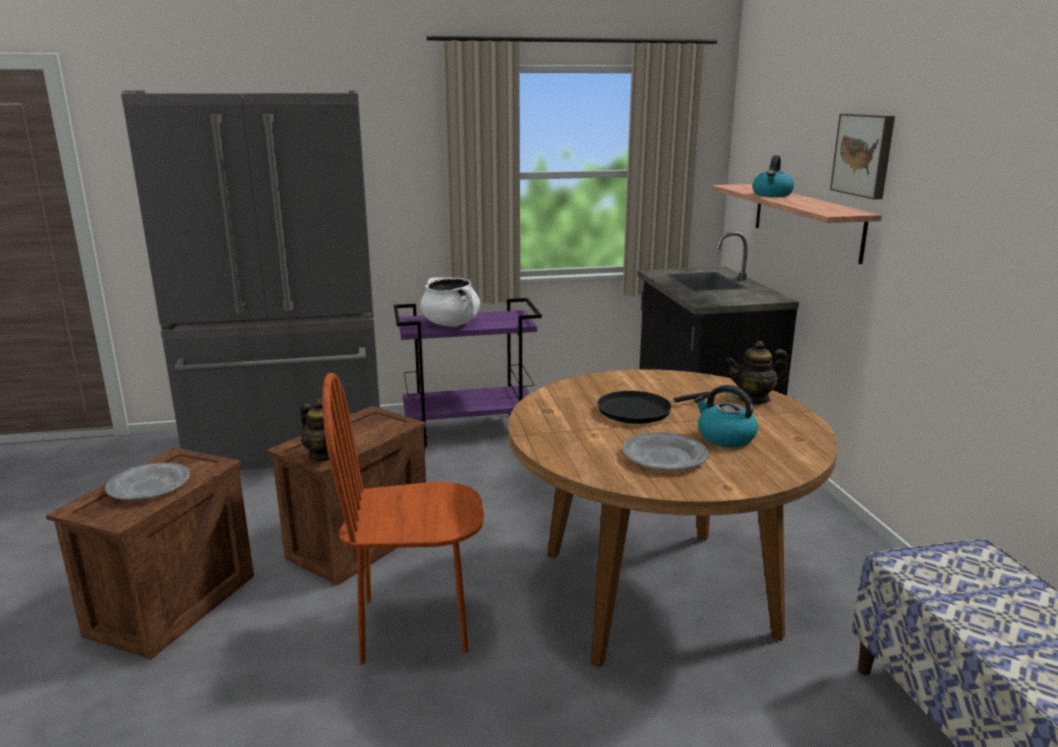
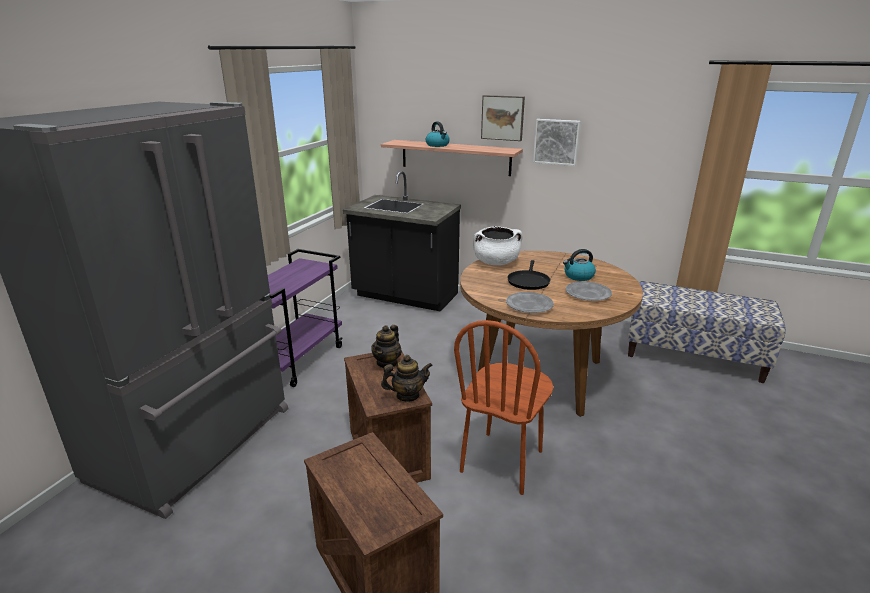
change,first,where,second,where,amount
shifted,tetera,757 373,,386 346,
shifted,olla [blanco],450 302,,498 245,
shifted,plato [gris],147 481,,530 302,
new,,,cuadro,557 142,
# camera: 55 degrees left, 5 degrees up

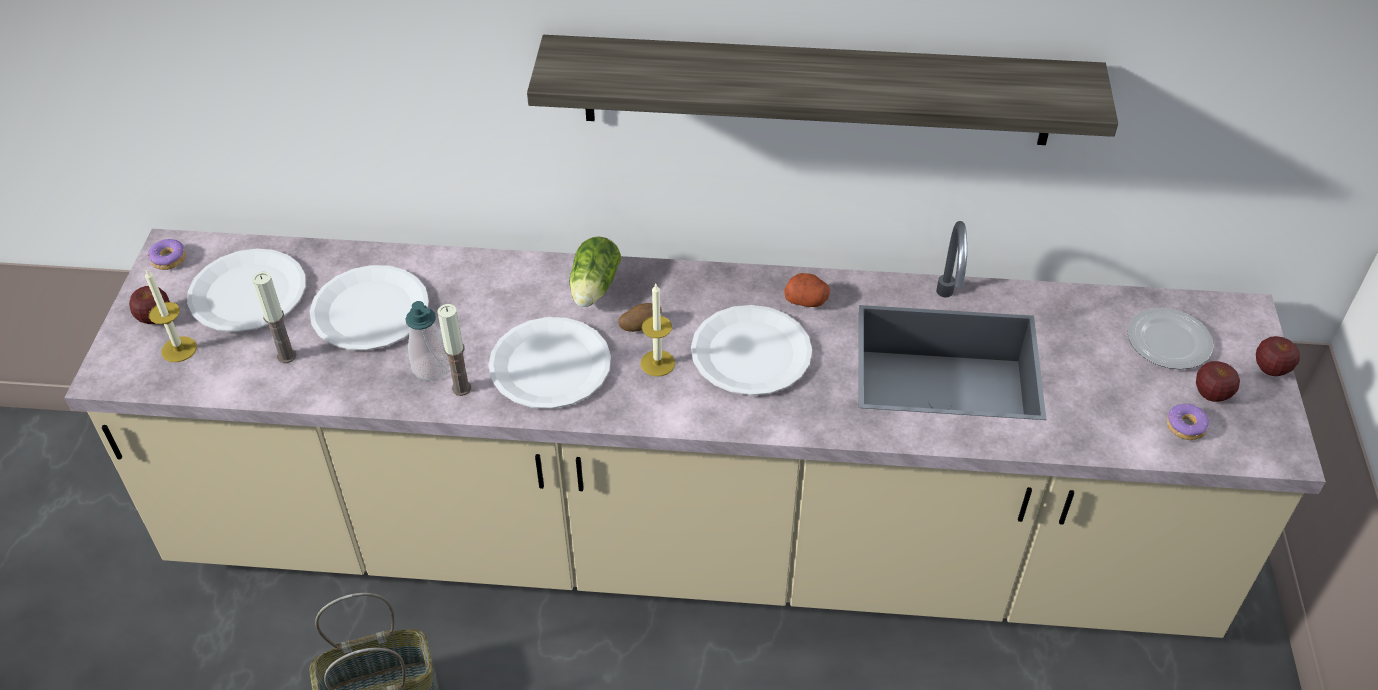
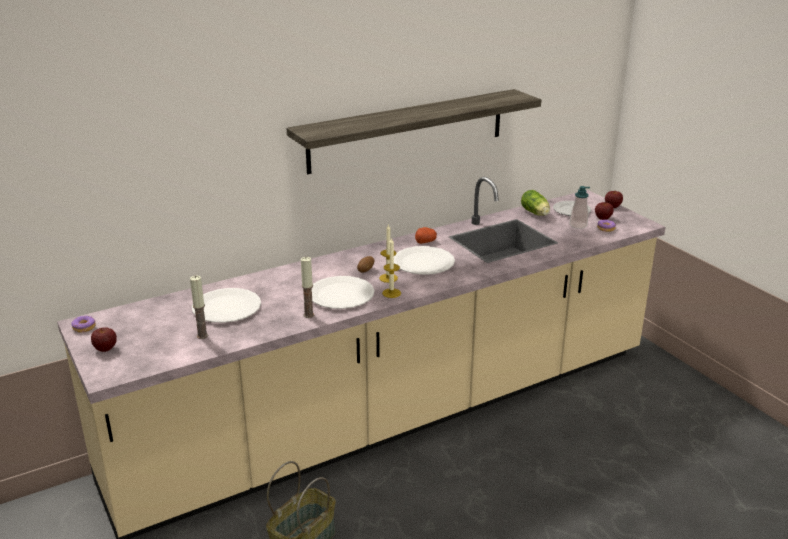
change,first,where,second,where,amount
shifted,vela,171 315,,391 268,
shifted,lechuga,595 271,,535 203,
shifted,dispensador de jabón,427 340,,580 207,
gone,plato [blanco],246 290,,,
# camera: 35 degrees left, 20 degrees down

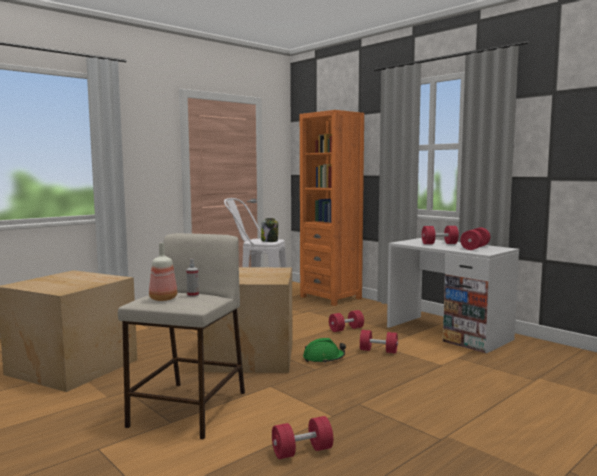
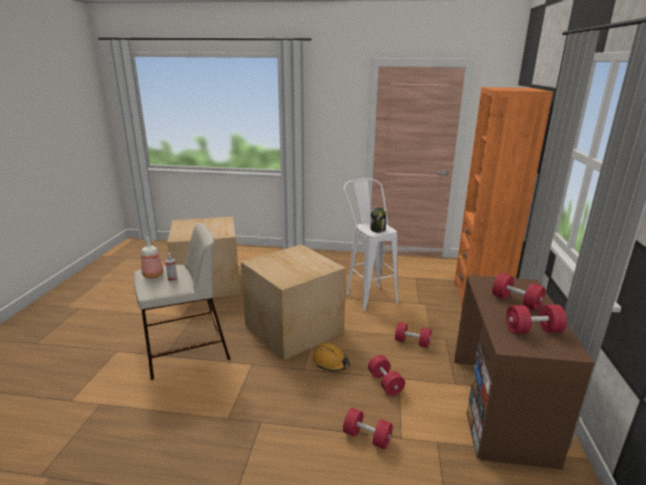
change,first,where,second,where,amount
repainted,casco [verde],324 351,casco [naranja],331 357,
shifted,mancuerna [rojo],302 437,,368 428,
repainted,escritorio [blanco],453 295,escritorio [marrón],524 372,
# camera: 50 degrees right, 15 degrees up

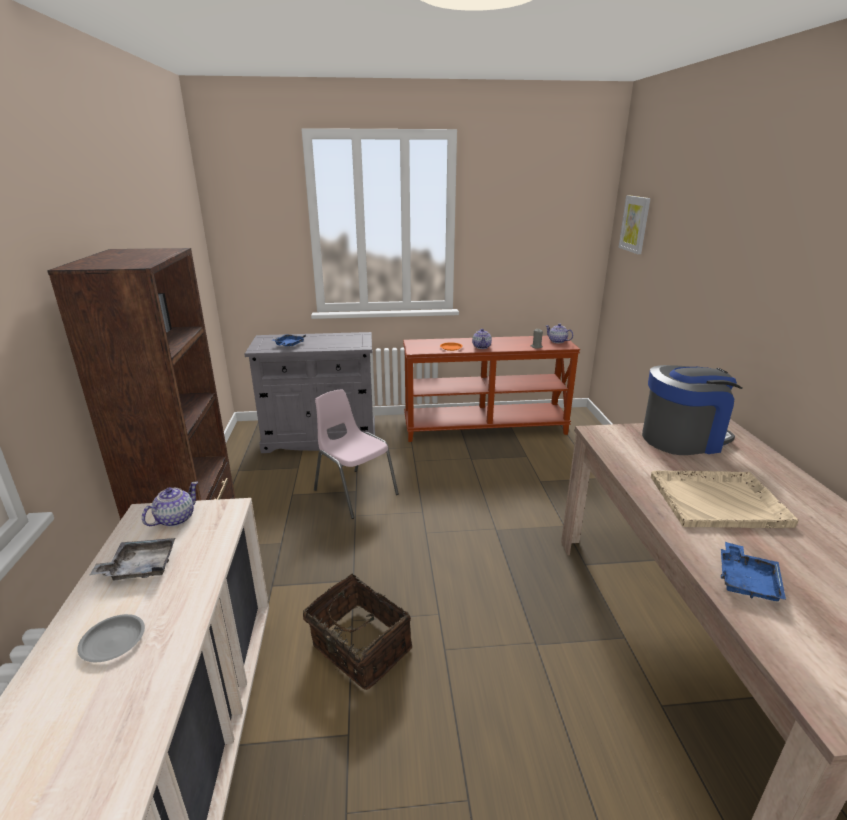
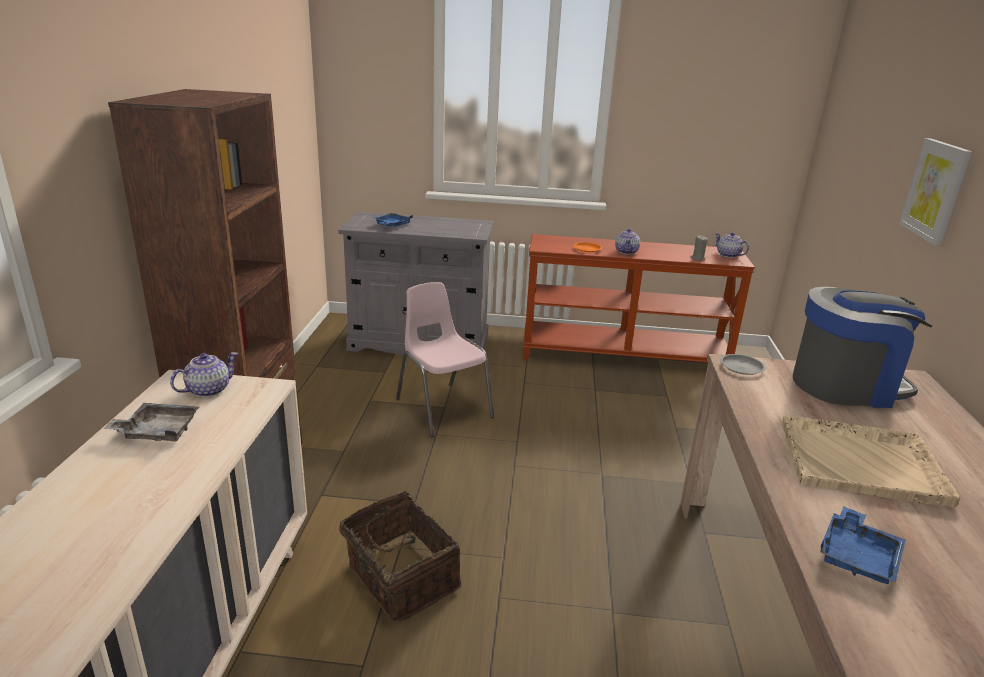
change,first,where,second,where,amount
shifted,plato [gris],111 638,,743 364,
shifted,cuadro,635 224,,935 192,
# camera: 10 degrees right, 0 degrees up

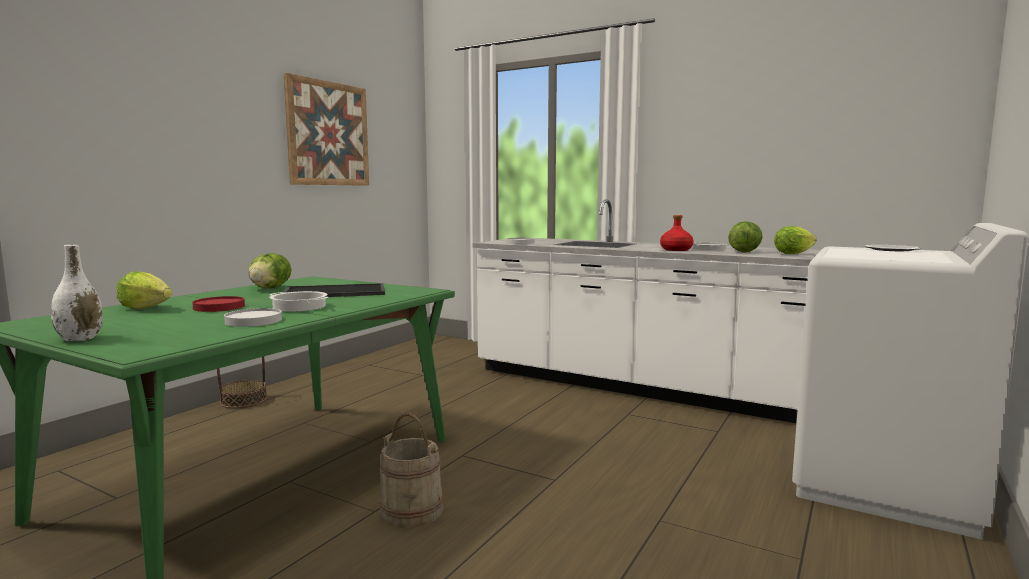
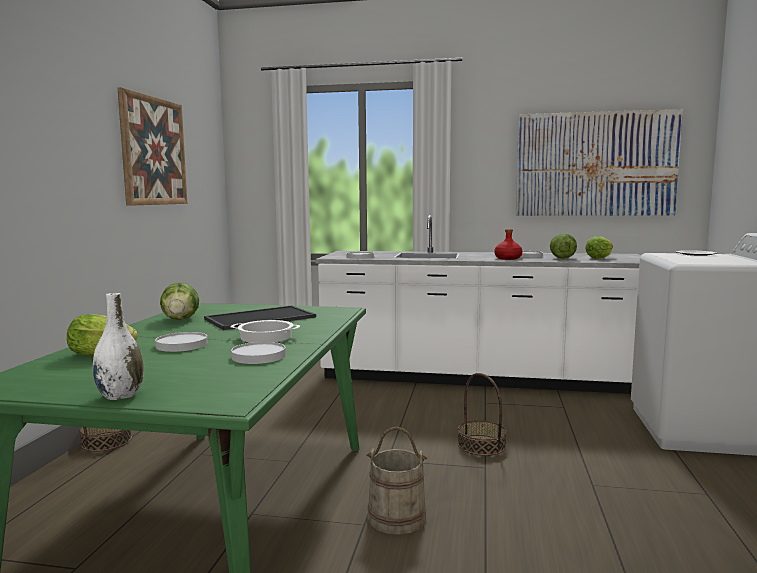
change,first,where,second,where,amount
repainted,plato [rojo],218 304,plato [blanco],181 342,
new,,,cesta,482 414,
new,,,cuadro,599 162,
# camera: 20 degrees left, 0 degrees up

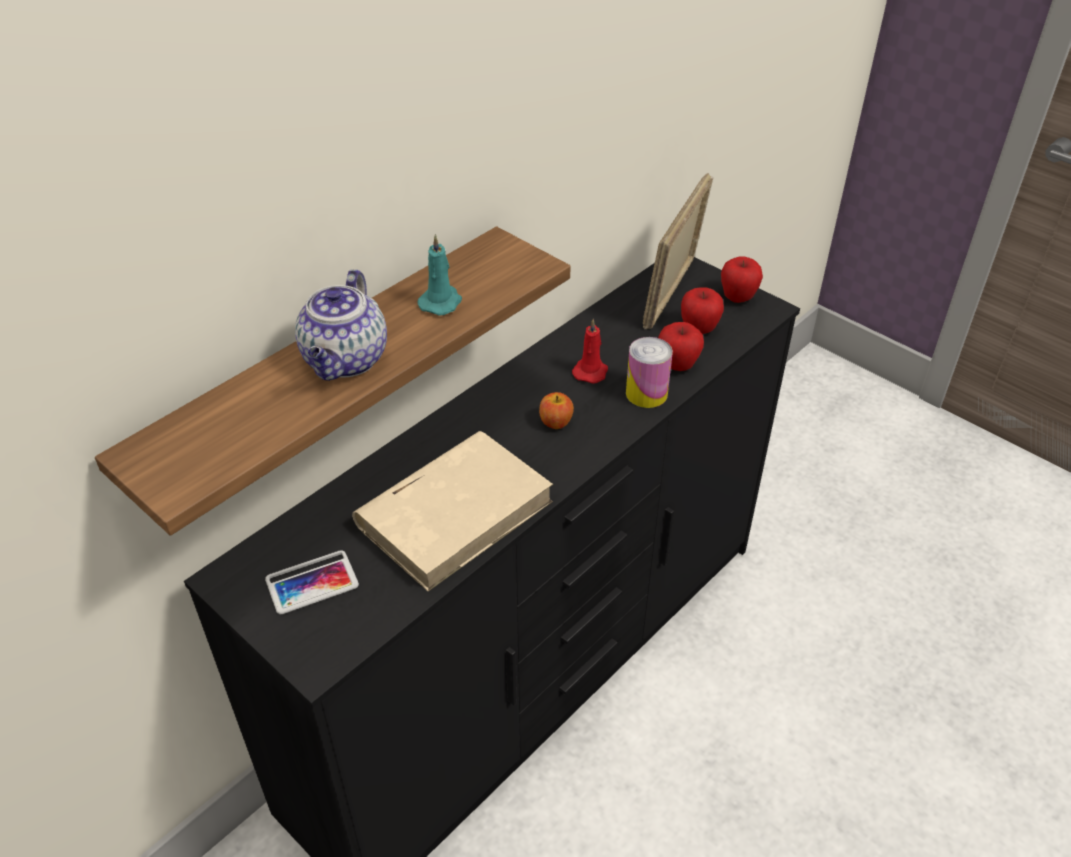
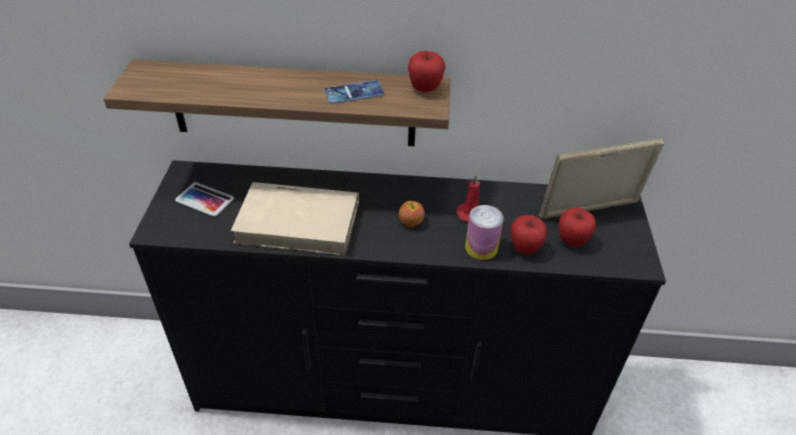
change,first,where,second,where,amount
swapped,vela [turquesa],440 274,móvil,355 92,
shifted,manzana,742 280,,426 71,
gone,tetera,341 325,,,
# camera: 50 degrees right, 0 degrees up

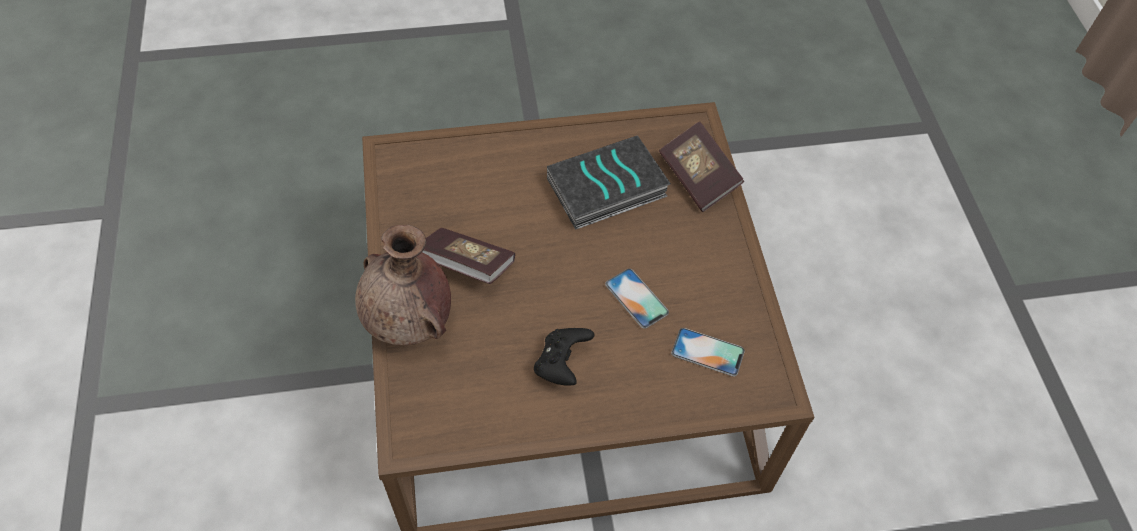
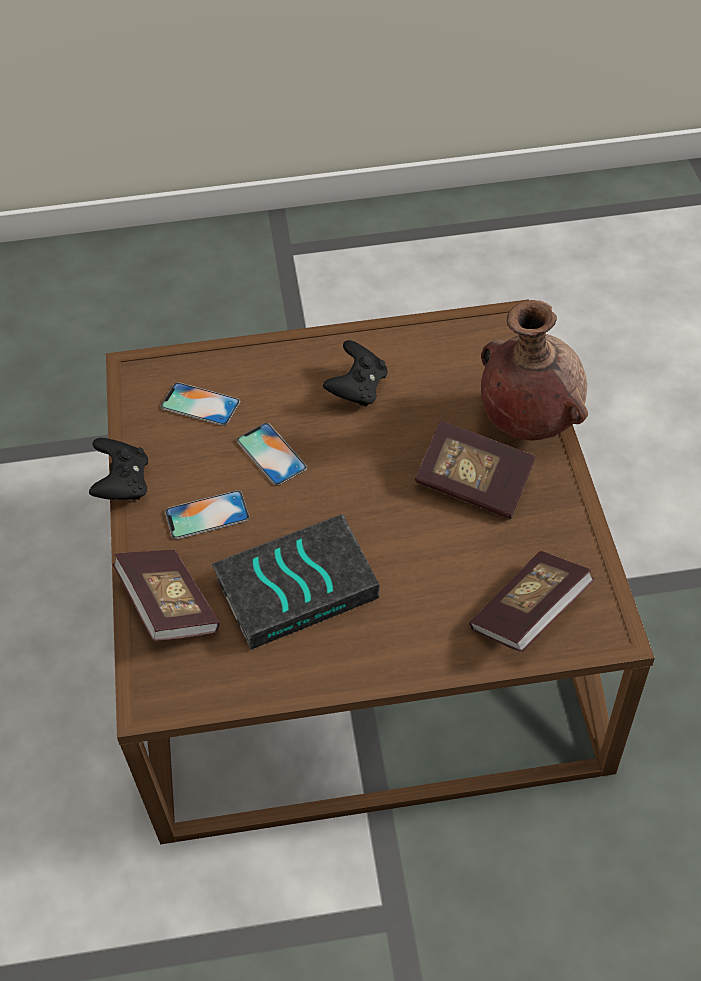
change,first,where,second,where,amount
new,,,mando de consola [negro],118 469,
new,,,móvil,207 514,
new,,,libro,531 601,
# camera: 175 degrees left, 5 degrees down

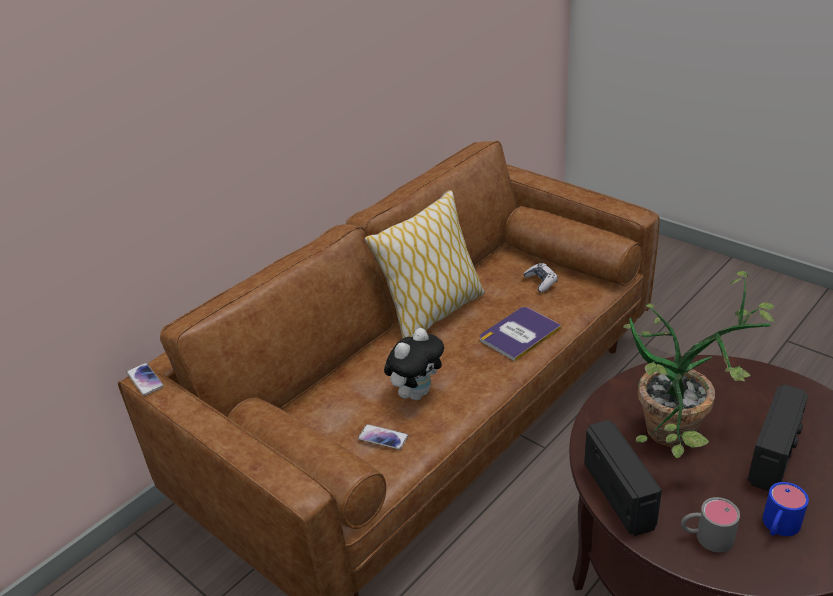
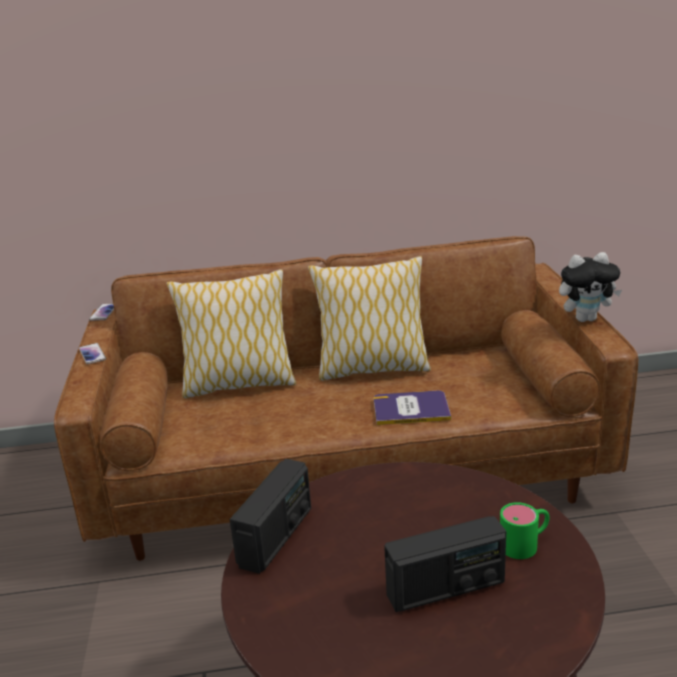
change,first,where,second,where,amount
shifted,móvil,383 437,,92 353,
new,,,cojín,231 333,
new,,,taza grande [verde],525 530,
shifted,peluche,414 364,,590 287,
gone,mando de consola,541 277,,,
gone,planta en maceta,699 364,,,
gone,taza grande [gris],710 524,,,
gone,taza grande [azul],786 509,,,
# camera: 40 degrees right, 10 degrees down

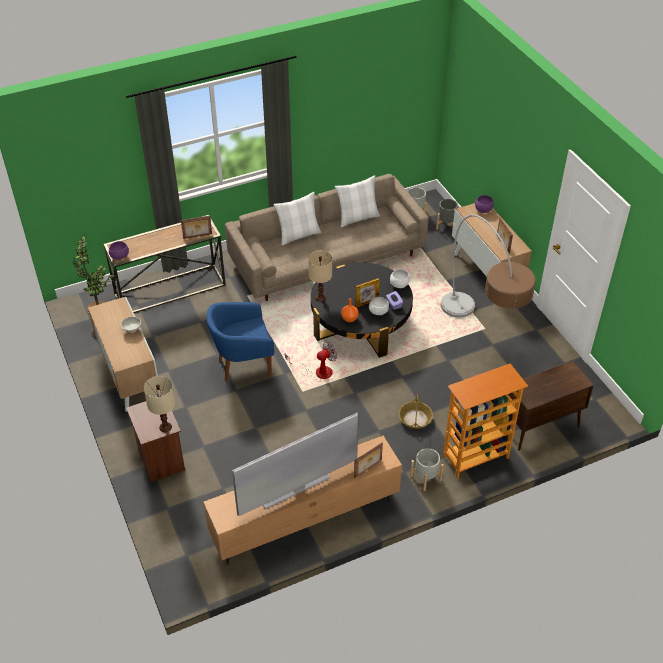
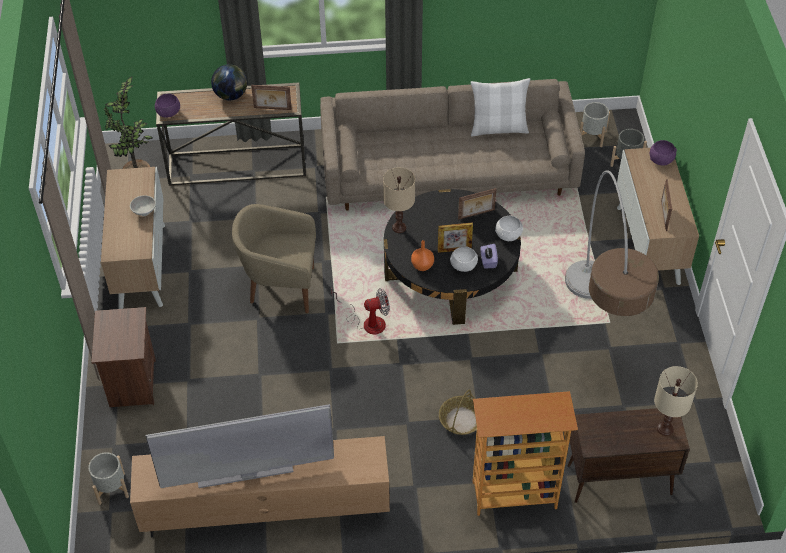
change,first,where,second,where,amount
shifted,maceta [gris],427 469,,108 478,
new,,,globo terráqueo,229 82,
repainted,sillón [azul],240 341,sillón [beis],274 258,
shifted,portarretratos,368 460,,477 204,
shifted,lámpara de mesa [beis],159 404,,676 401,
gone,cojín [blanco],297 218,,,
# camera: 20 degrees right, 5 degrees up

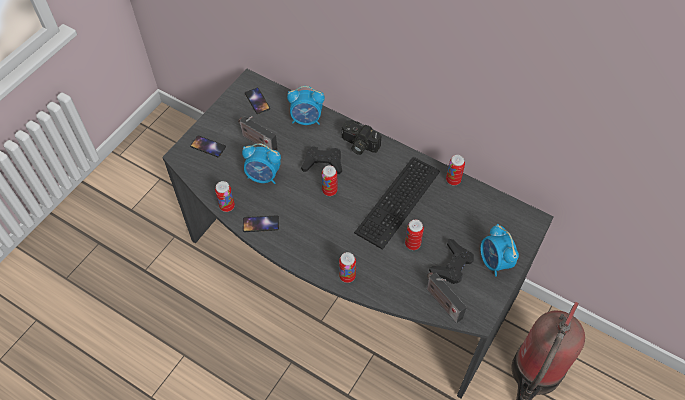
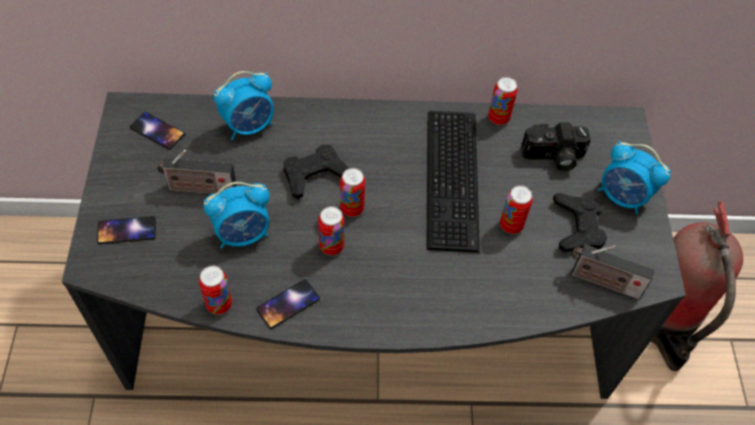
change,first,where,second,where,amount
shifted,lata,347 267,,331 230,
shifted,cámara,361 137,,556 146,
# camera: 35 degrees left, 0 degrees up

